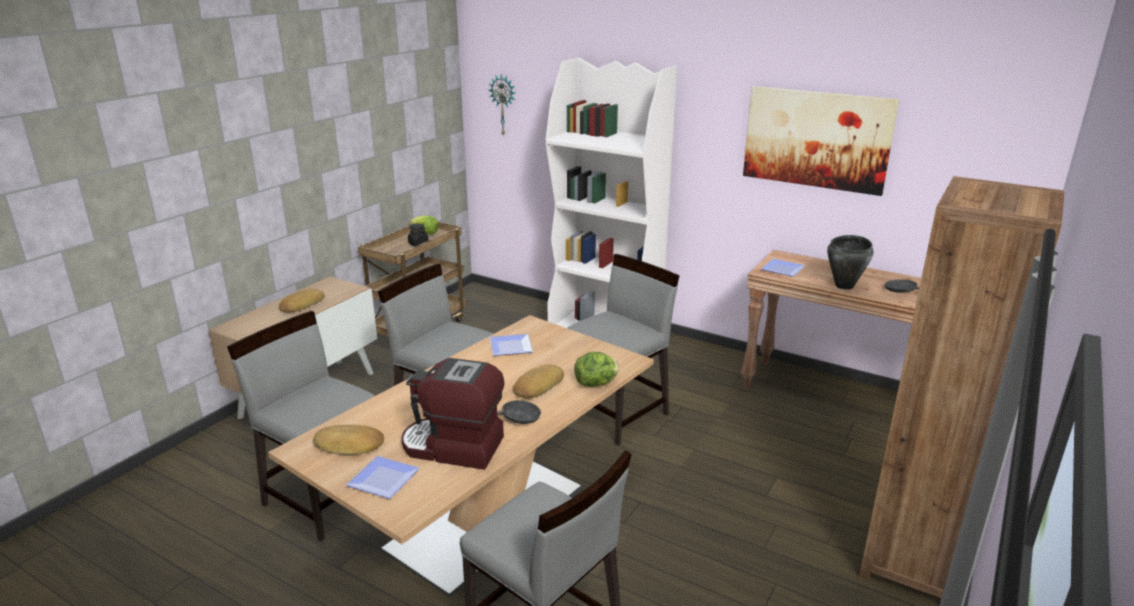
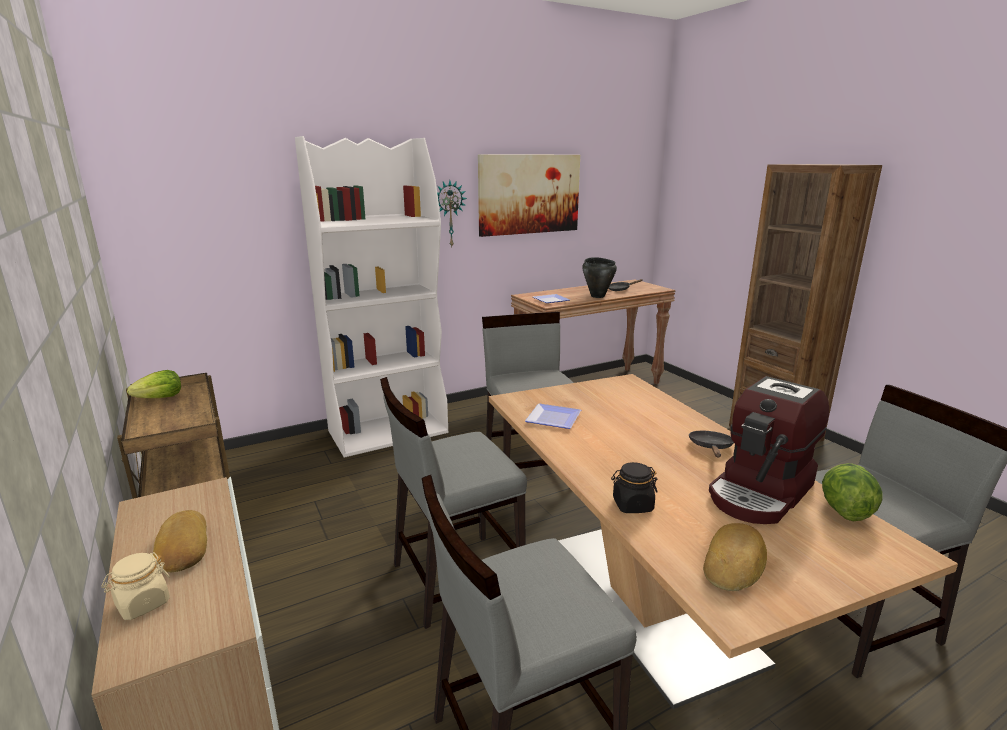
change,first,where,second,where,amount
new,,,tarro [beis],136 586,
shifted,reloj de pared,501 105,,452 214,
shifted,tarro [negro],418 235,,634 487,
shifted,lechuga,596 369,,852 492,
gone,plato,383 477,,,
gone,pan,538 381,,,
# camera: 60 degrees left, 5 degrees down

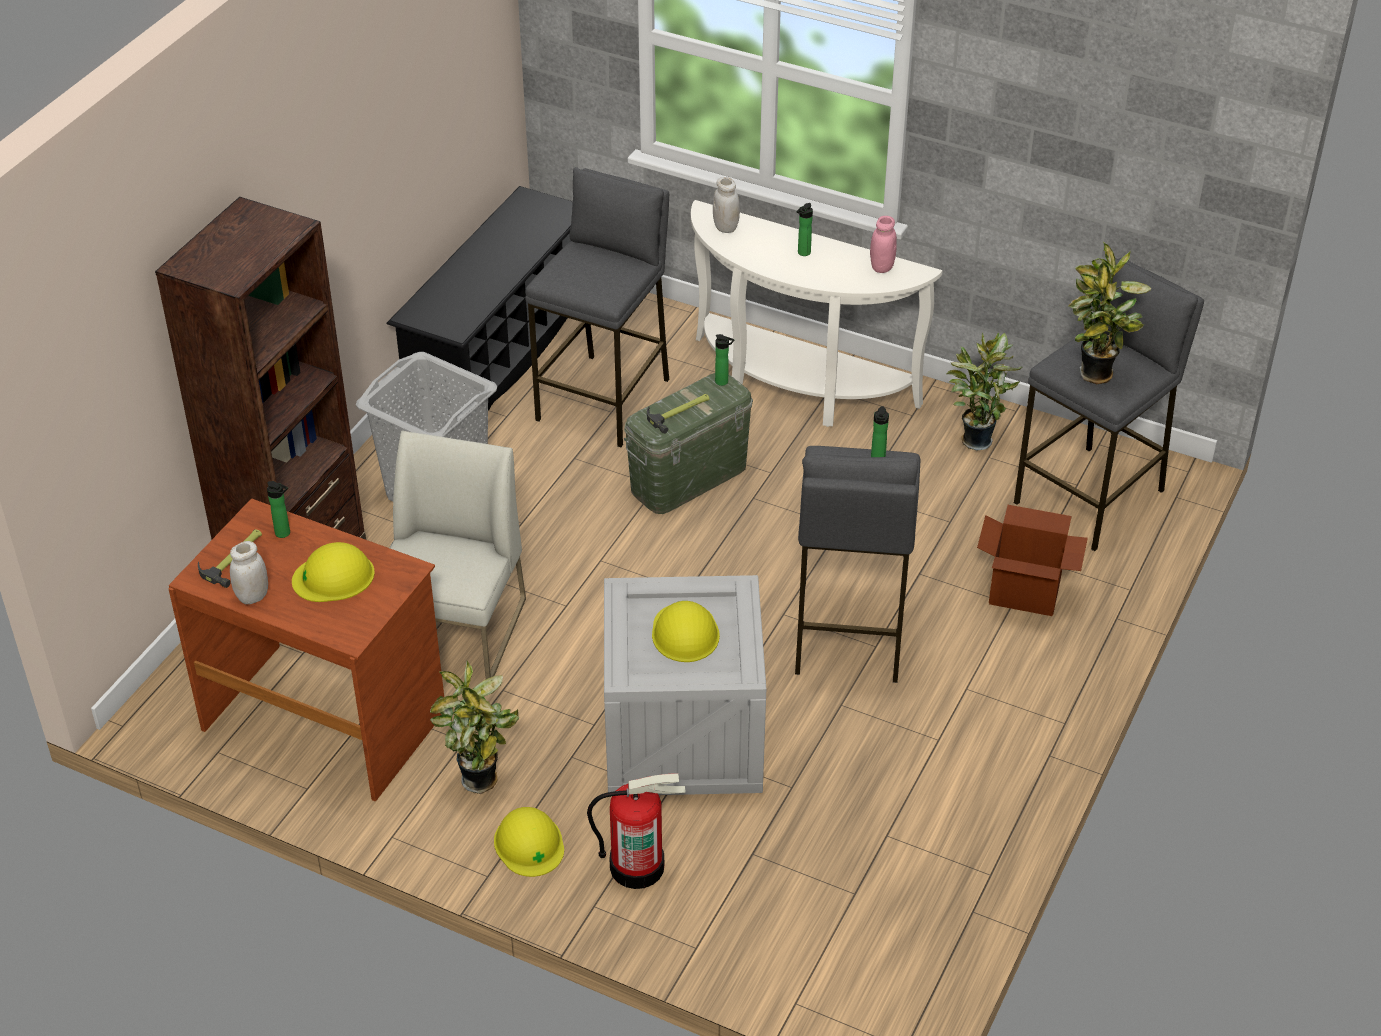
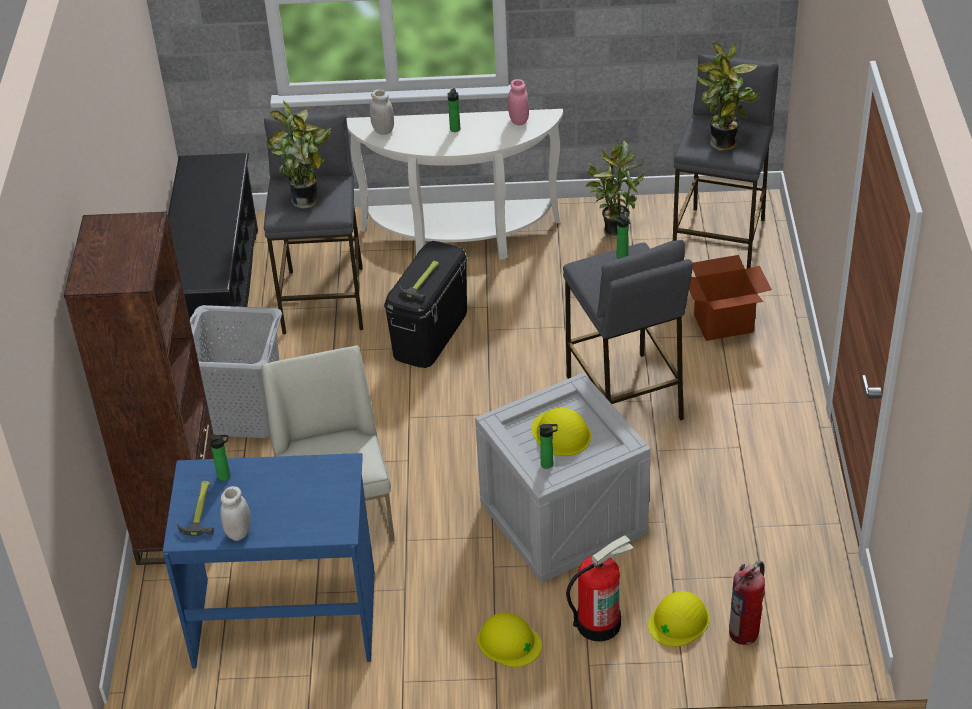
change,first,where,second,where,amount
repainted,escritorio [marrón],306 649,escritorio [azul],269 561,
shifted,planta en maceta,474 727,,299 155,
repainted,caja de almacenaje [verde],688 443,caja de almacenaje [negro],425 304,
shifted,botella,724 360,,548 446,
shifted,casco [amarillo],333 572,,679 619,
new,,,extintor,747 602,
# camera: 25 degrees left, 0 degrees up

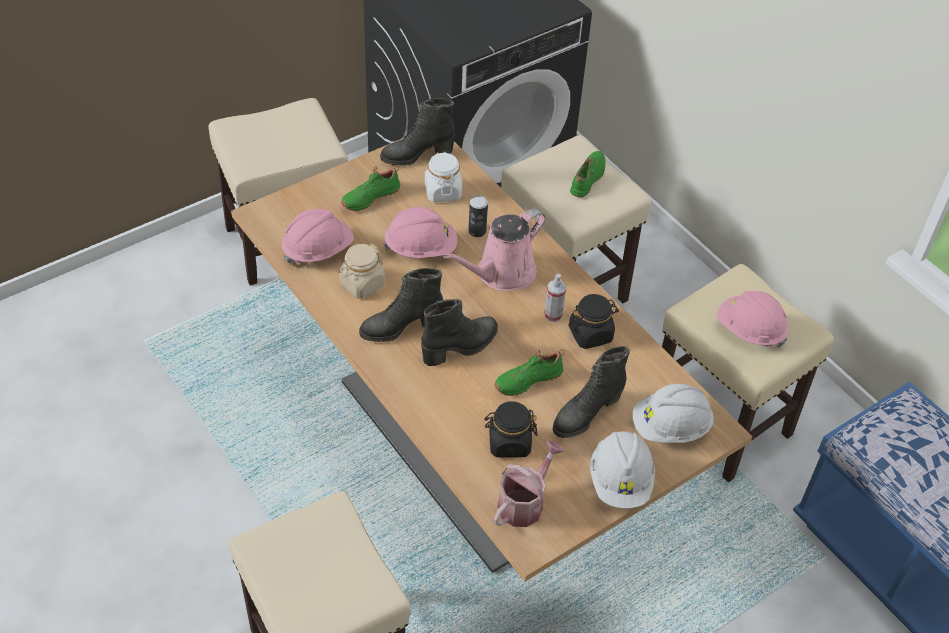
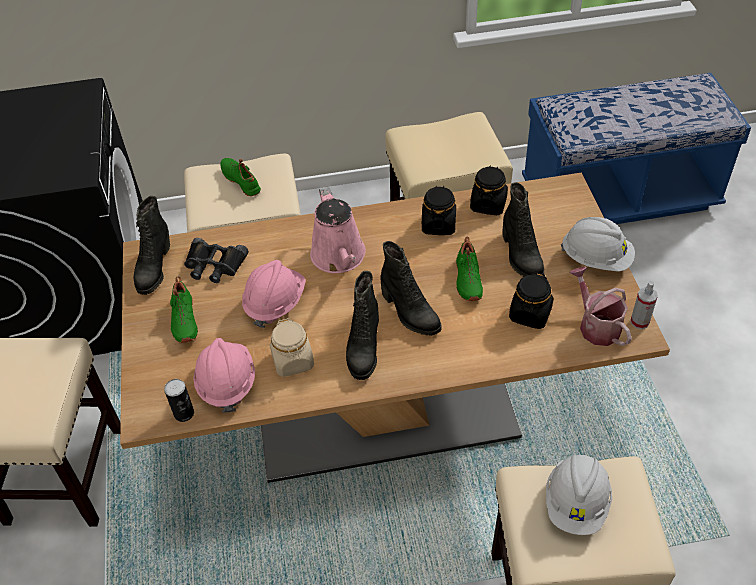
change,first,where,second,where,amount
shifted,lata,478 216,,179 400,
swapped,tarro [blanco],443 177,prismáticos [negro],216 260,
rotated,bota [negro],459 332,,411 288,150 degrees clockwise
new,,,tarro [negro],489 190,
shifted,casco [blanco],673 413,,579 494,
shifted,pulverizador,555 298,,644 305,
gone,casco [rosa],752 319,,,
# camera: 60 degrees left, 0 degrees up

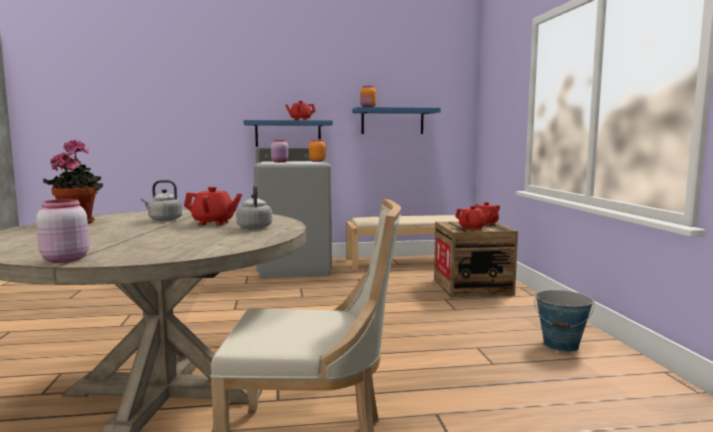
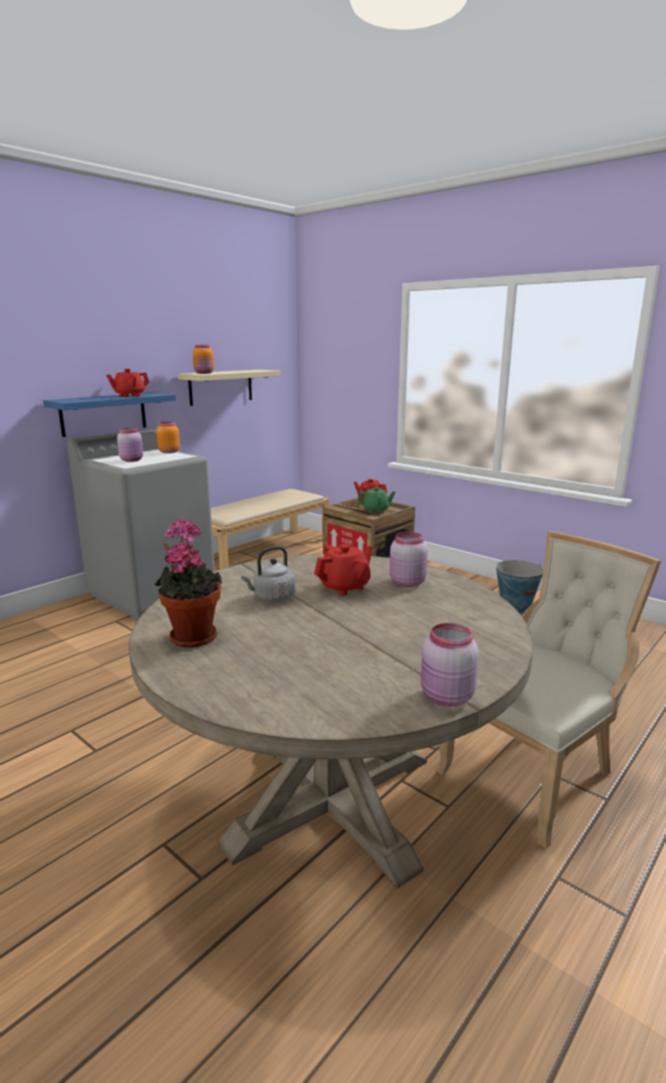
change,first,where,second,where,amount
repainted,estante [azul],396 120,estante [beis],229 388,
repainted,tetera [rojo],473 218,tetera [verde],376 500,
swapped,hervidor [gris],254 206,tarro [rosa],408 559,
# camera: 40 degrees left, 10 degrees up

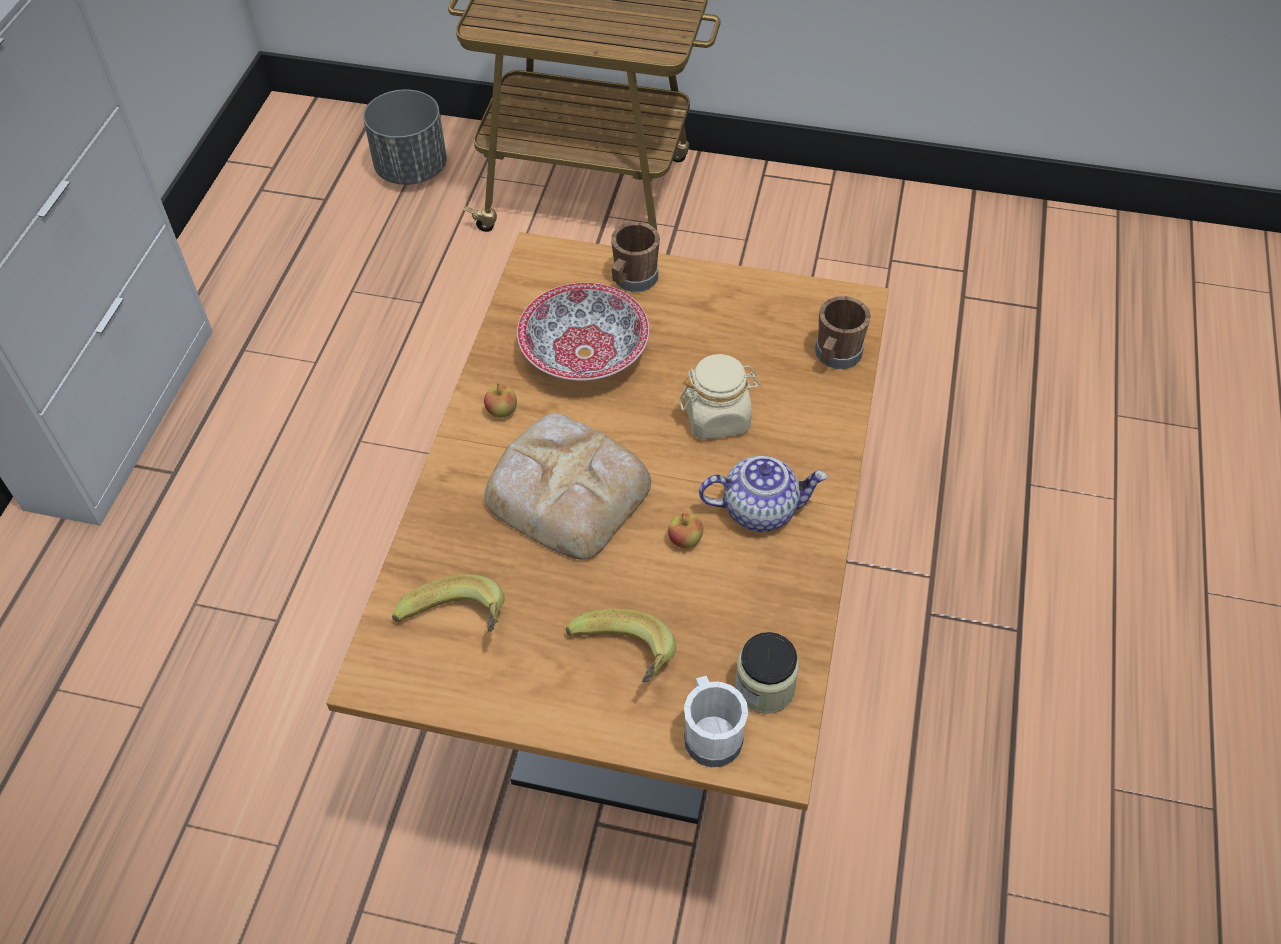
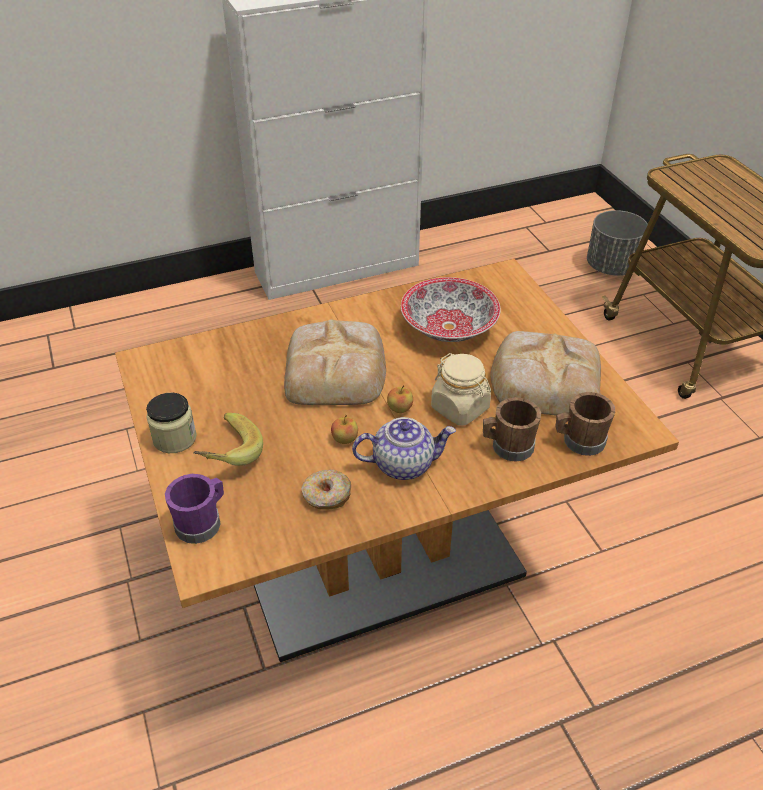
change,first,where,second,where,amount
shifted,tarro,767 673,,171 423,
repainted,taza grande [blanco],716 721,taza grande [morado],194 509,
new,,,rosquilla,326 490,
rotated,tetera,763 494,,404 448,60 degrees counterclockwise
shifted,manzana,500 400,,400 399,
shifted,taza grande [marrón],635 257,,512 429,
new,,,pan,545 373,
gone,plátano,448 603,,,
# camera: 55 degrees right, 10 degrees down

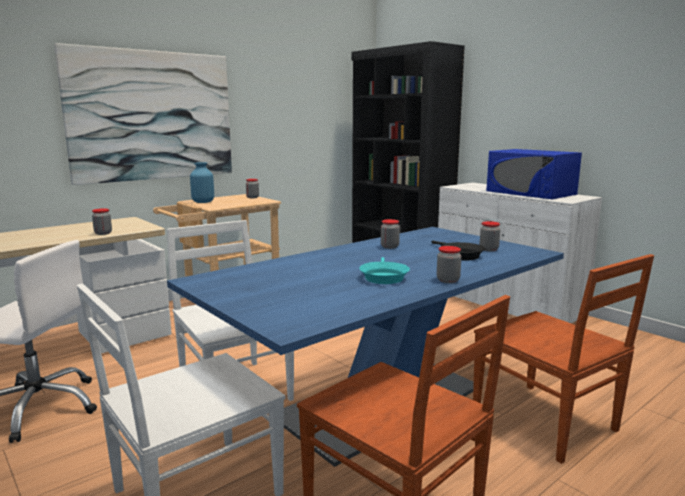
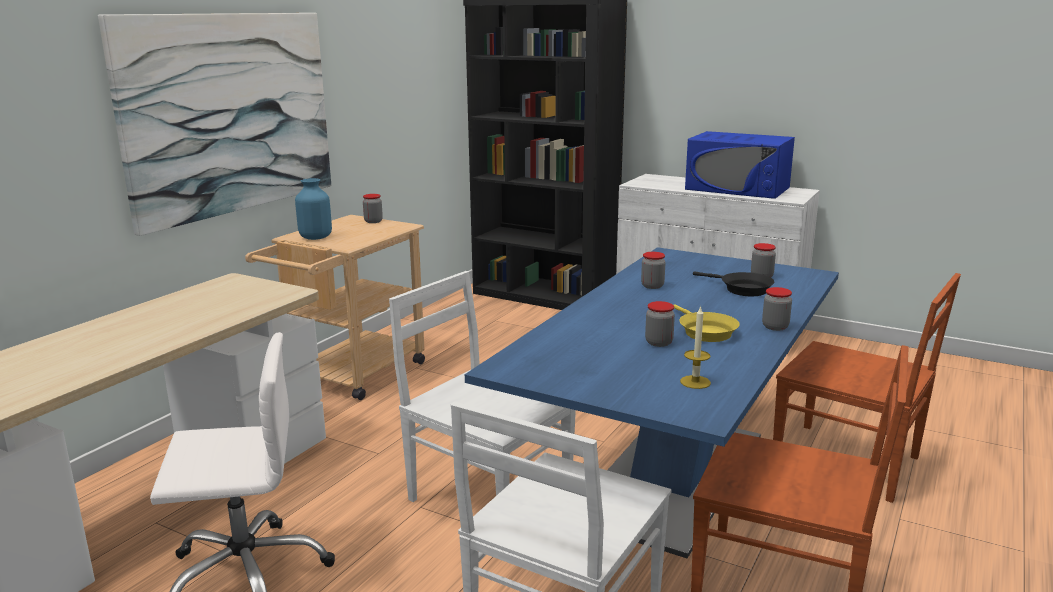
change,first,where,second,where,amount
shifted,tarro,102 221,,660 324,
repainted,sartén [turquesa],384 270,sartén [amarillo],707 323,
new,,,vela,695 347,
# camera: 20 degrees left, 5 degrees up

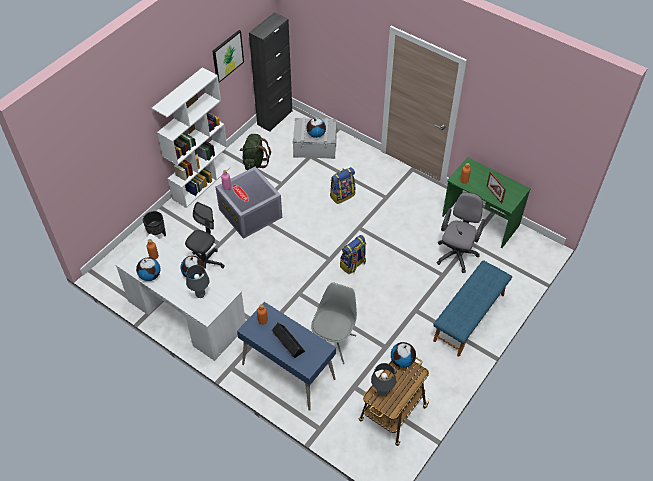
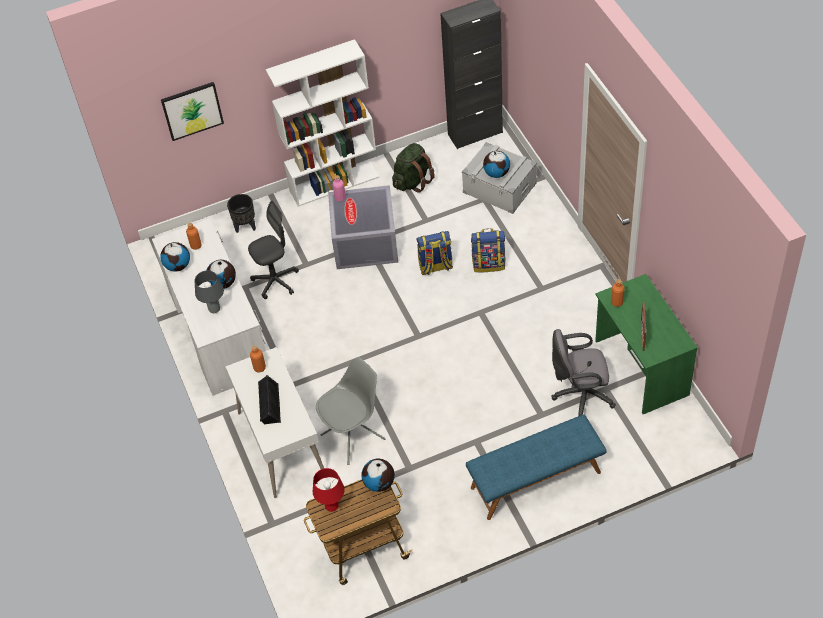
change,first,where,second,where,amount
shifted,cuadro,228 56,,192 111,
repainted,escritorio [azul],286 356,escritorio [blanco],274 422,
repainted,lámpara de mesa [gris],383 379,lámpara de mesa [rojo],329 490,
shifted,mochila,353 254,,434 253,
rotated,silla de oficina [gris],460 232,,583 372,150 degrees counterclockwise
# camera: 35 degrees right, 0 degrees up

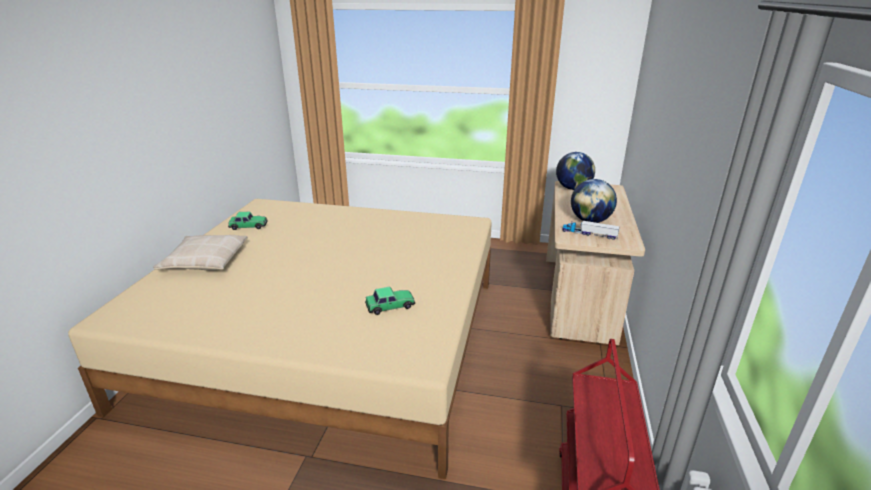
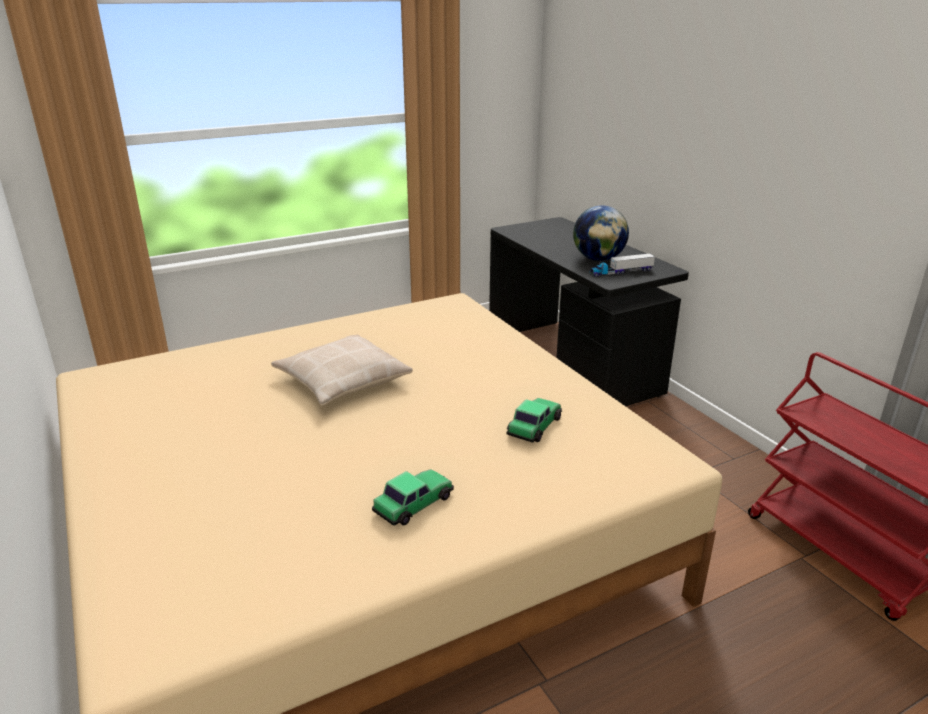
change,first,where,second,where,amount
shifted,cojín [beis],200 253,,342 370,
shifted,coche de juguete,248 221,,413 497,
repainted,escritorio [beis],595 263,escritorio [negro],589 311,
gone,globo terráqueo,575 171,,,
# camera: 40 degrees left, 0 degrees up

